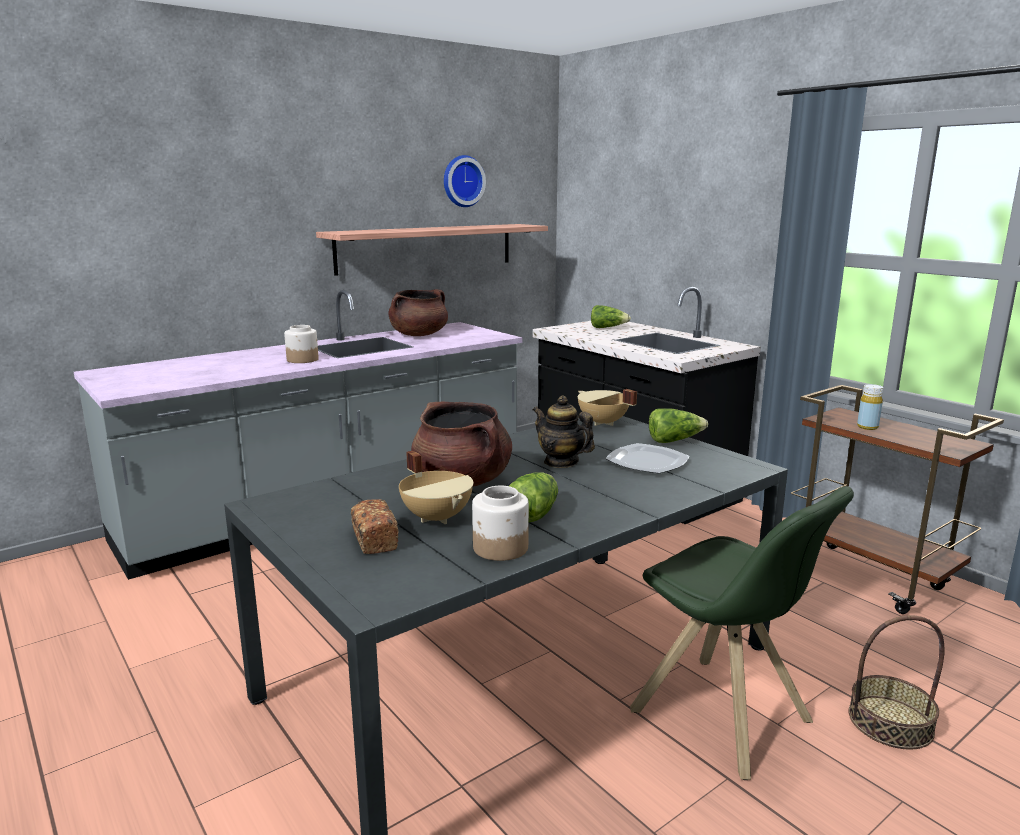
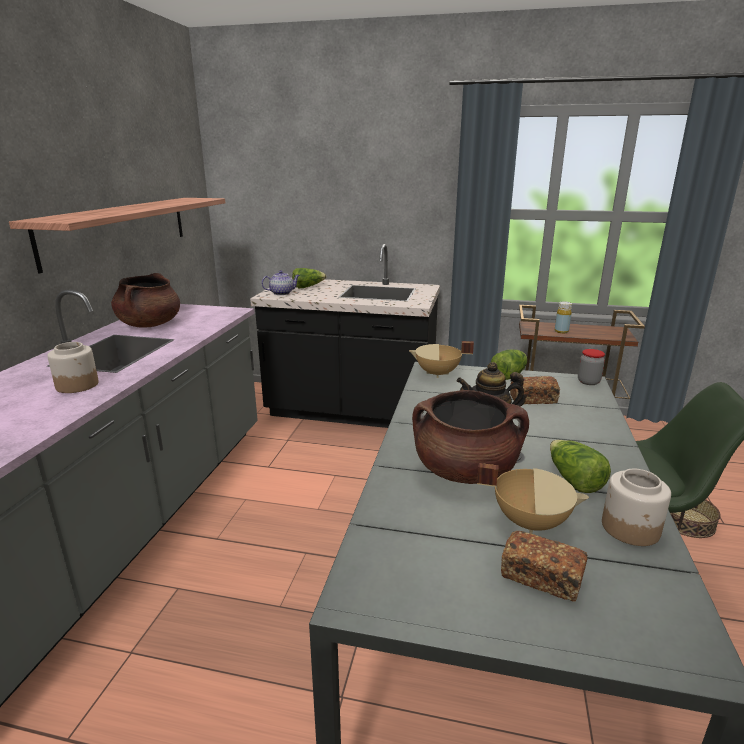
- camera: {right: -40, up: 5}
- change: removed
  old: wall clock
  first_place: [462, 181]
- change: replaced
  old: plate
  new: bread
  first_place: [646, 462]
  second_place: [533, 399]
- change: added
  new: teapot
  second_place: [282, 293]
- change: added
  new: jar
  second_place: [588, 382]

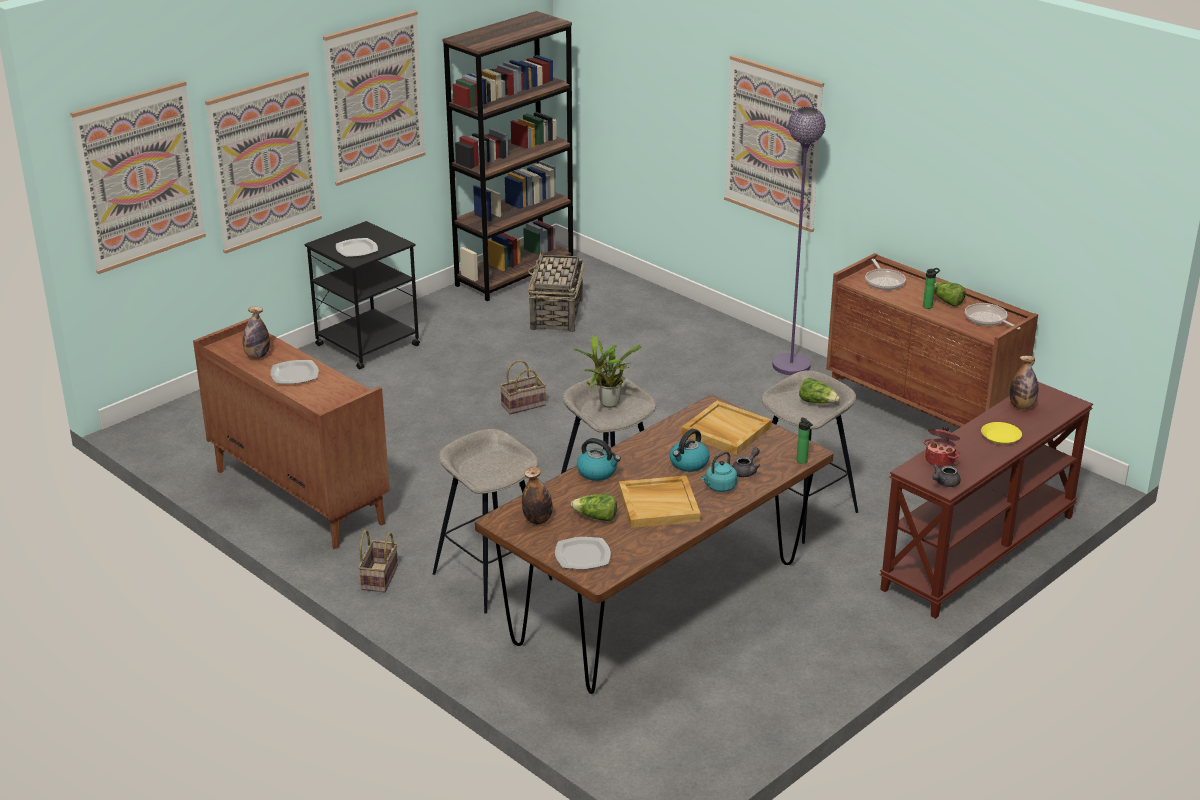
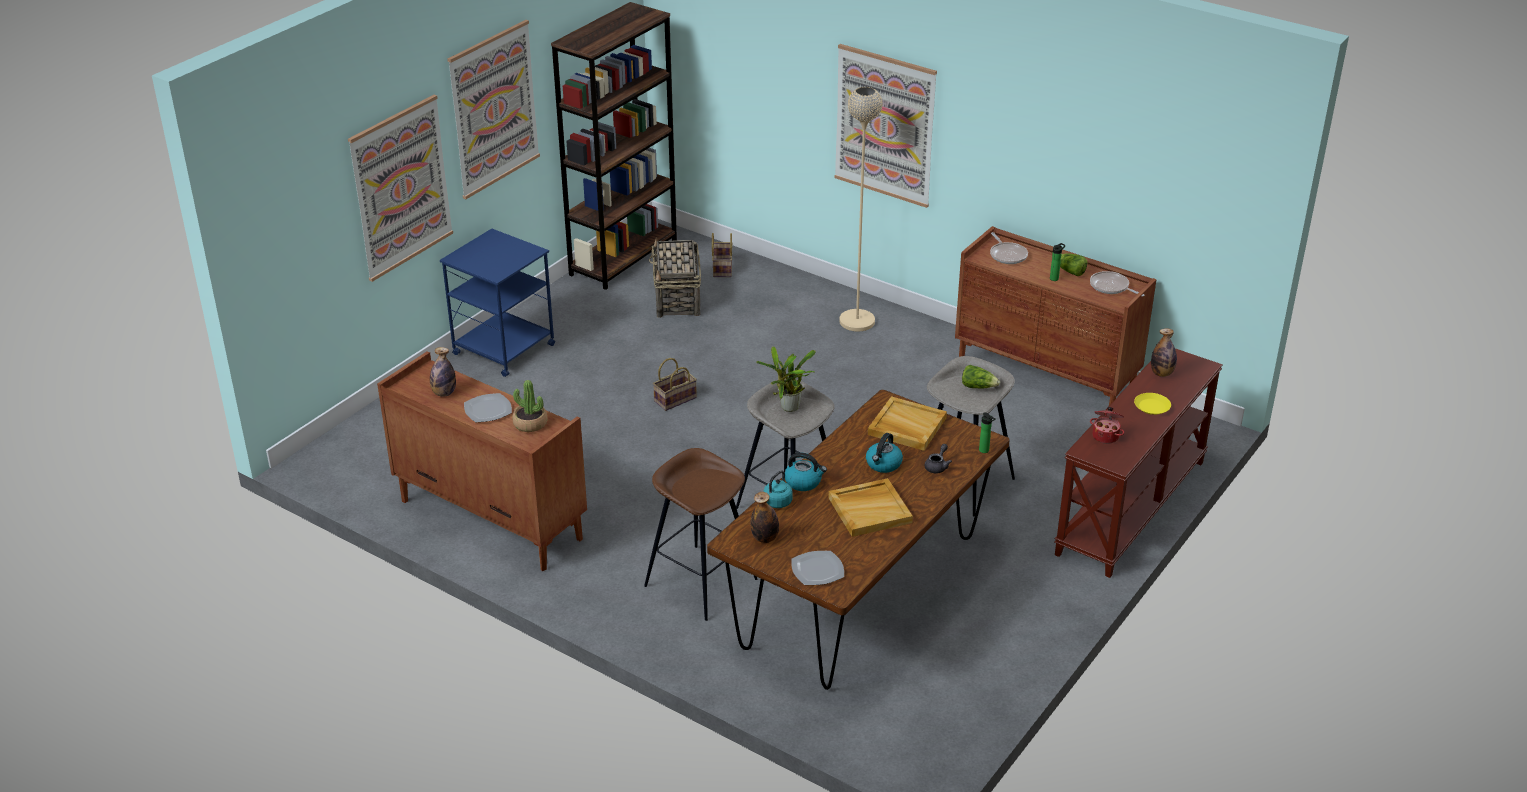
- camera: {right: -10, up: 5}
- change: removed
  old: picture
  first_place: [139, 176]
- change: recoloured
  old: black cart
  new: blue cart
  first_place: [368, 344]
  second_place: [504, 348]
- change: removed
  old: plate
  first_place: [357, 249]
- change: moved
  old: basket
  first_place: [379, 577]
  second_place: [721, 268]
- change: recoloured
  old: grey stool
  new: brown stool
  first_place: [492, 576]
  second_place: [701, 582]
- change: removed
  old: lettuce
  first_place: [596, 517]
- change: moved
  old: turquoise kettle
  first_place: [719, 487]
  second_place: [776, 503]
- change: removed
  old: purple floor lamp
  first_place: [791, 366]
- change: removed
  old: grey teapot
  first_place: [944, 483]
- change: added
  new: potted plant
  second_place: [530, 423]
- change: added
  new: beige floor lamp
  second_place: [857, 321]

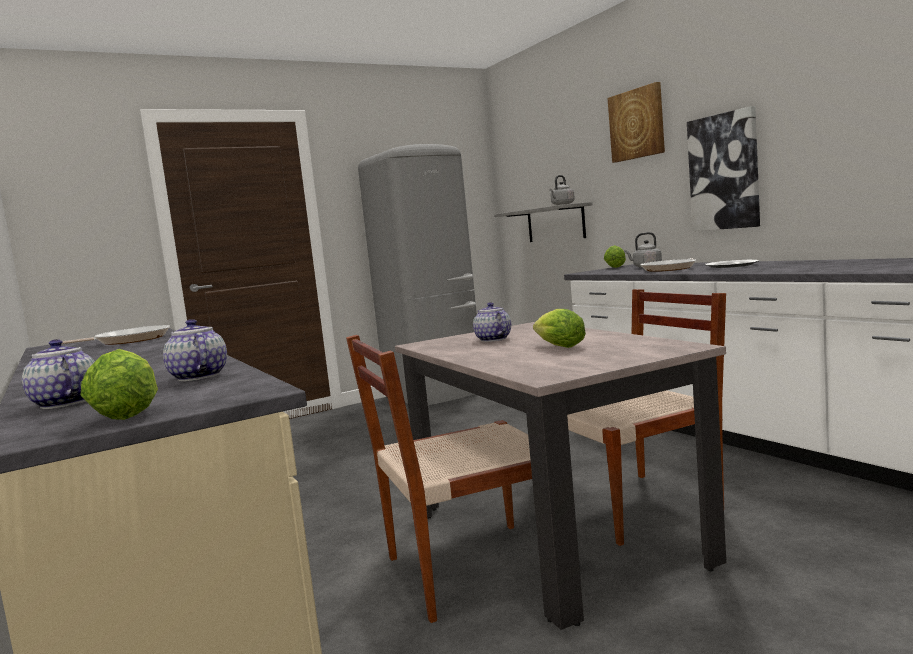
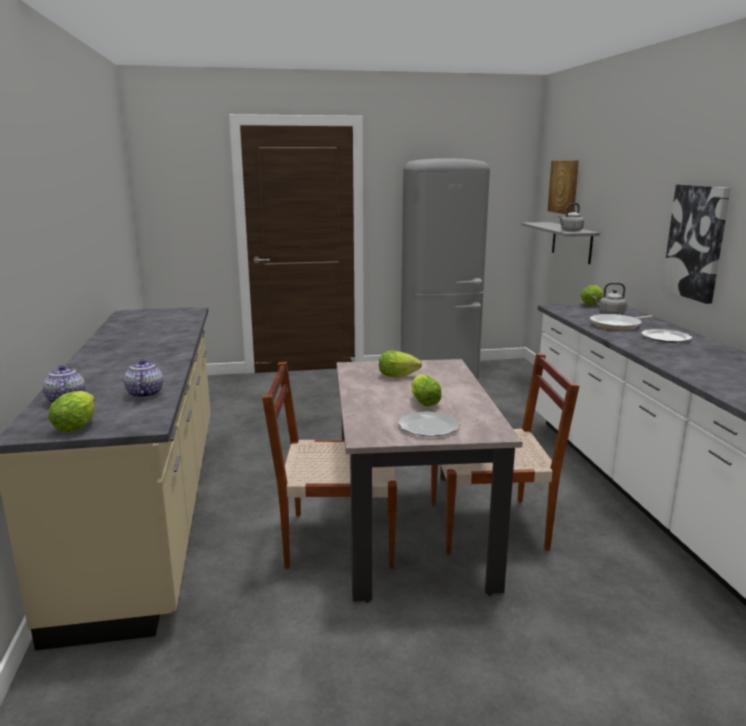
- camera: {right: 20, up: 10}
- change: removed
  old: frying pan
  first_place: [128, 340]
- change: replaced
  old: teapot
  new: lettuce
  first_place: [492, 339]
  second_place: [400, 376]
- change: moved
  old: picture
  first_place: [637, 124]
  second_place: [564, 186]
- change: added
  new: plate
  second_place: [428, 426]

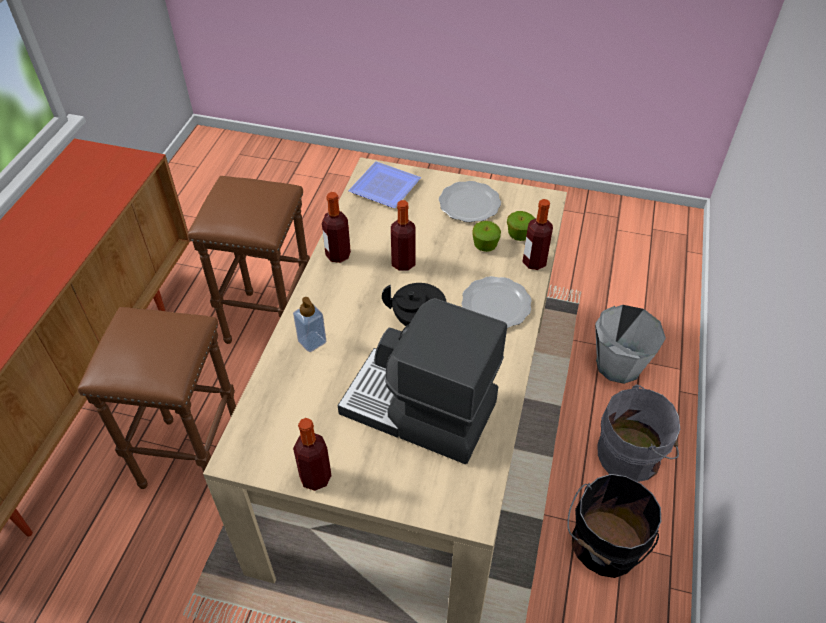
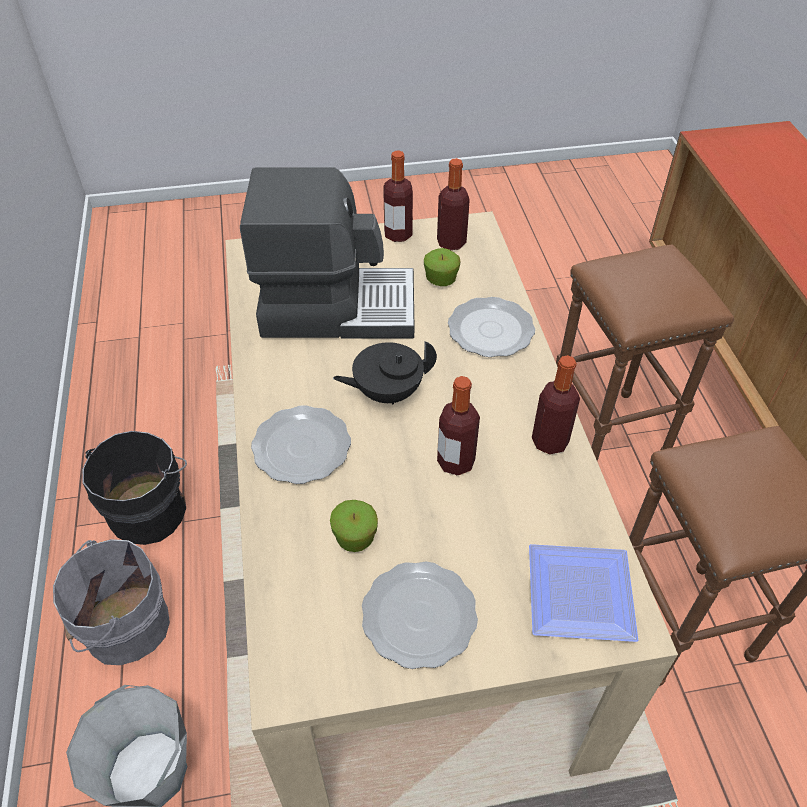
- camera: {right: 155, up: 0}
- change: replaced
  old: soap dispenser
  new: plate
  first_place: [312, 341]
  second_place: [491, 331]
- change: moved
  old: apple
  first_place: [519, 235]
  second_place: [441, 280]
- change: moved
  old: bottle
  first_place: [534, 262]
  second_place: [451, 242]

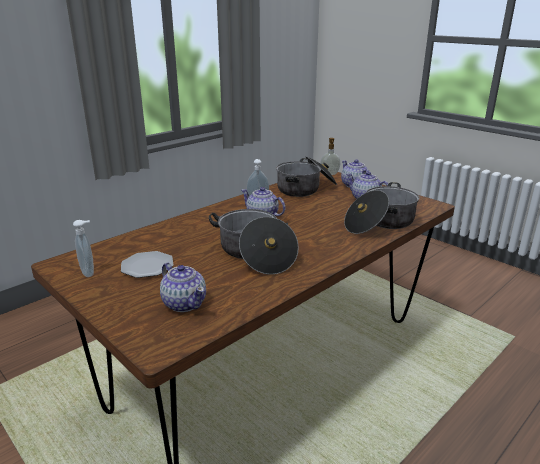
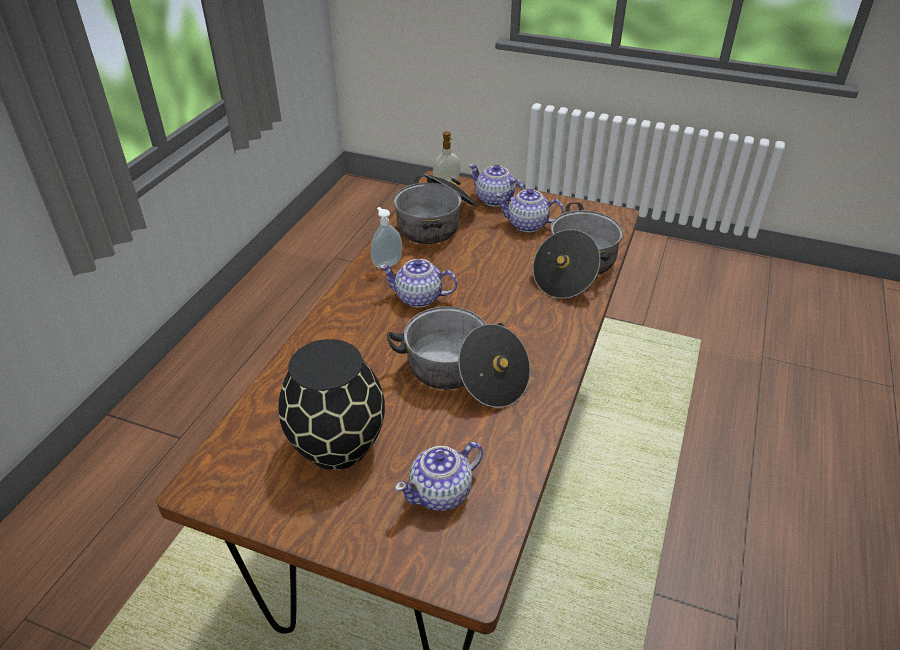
- camera: {right: -25, up: 15}
- change: removed
  old: soap dispenser
  first_place: [89, 272]
- change: replaced
  old: plate
  new: black vase
  first_place: [147, 266]
  second_place: [337, 445]
- change: turned
  old: teapot
  first_place: [184, 303]
  second_place: [441, 493]
  degrees: 120

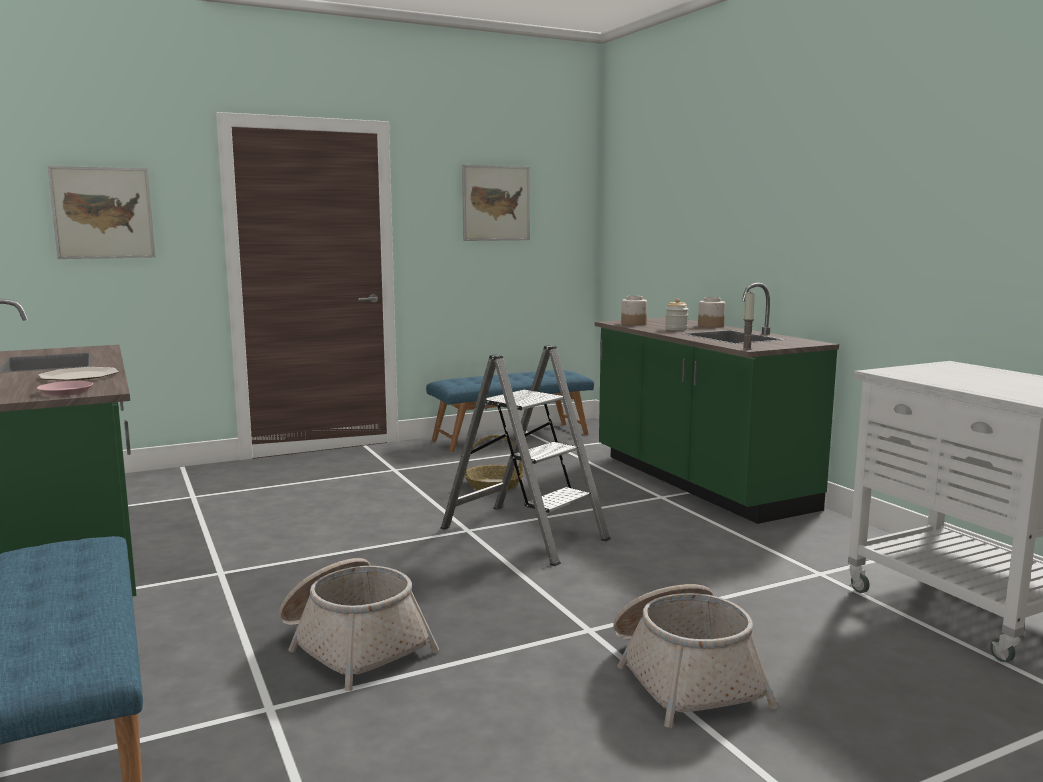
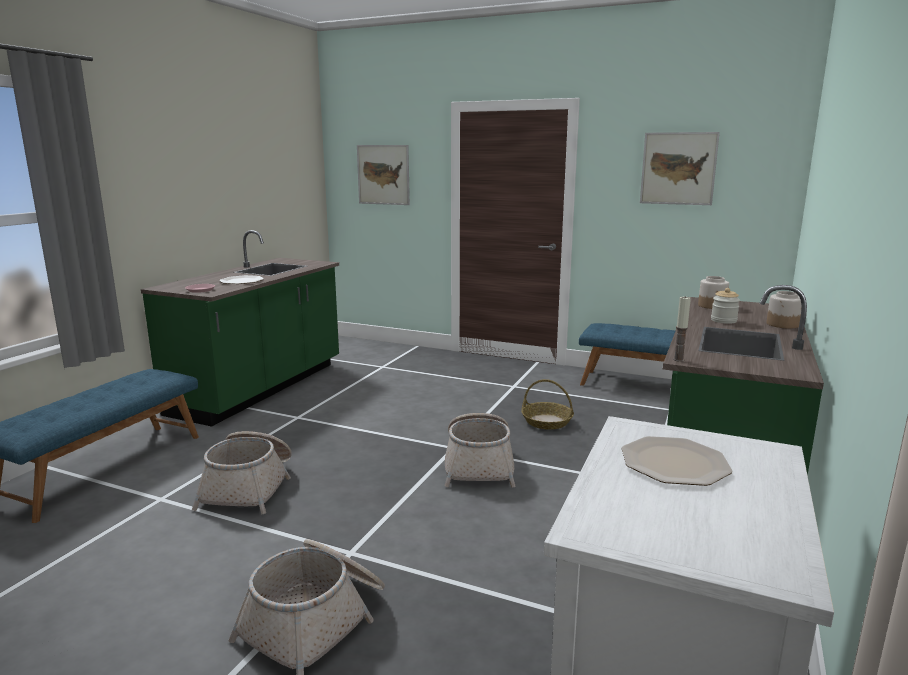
- camera: {right: 50, up: 5}
- change: replaced
  old: grey step ladder
  new: basket
  first_place: [522, 532]
  second_place: [479, 465]
- change: added
  new: plate
  second_place: [674, 463]

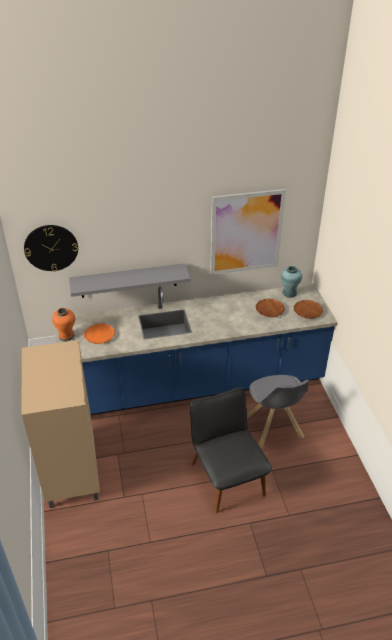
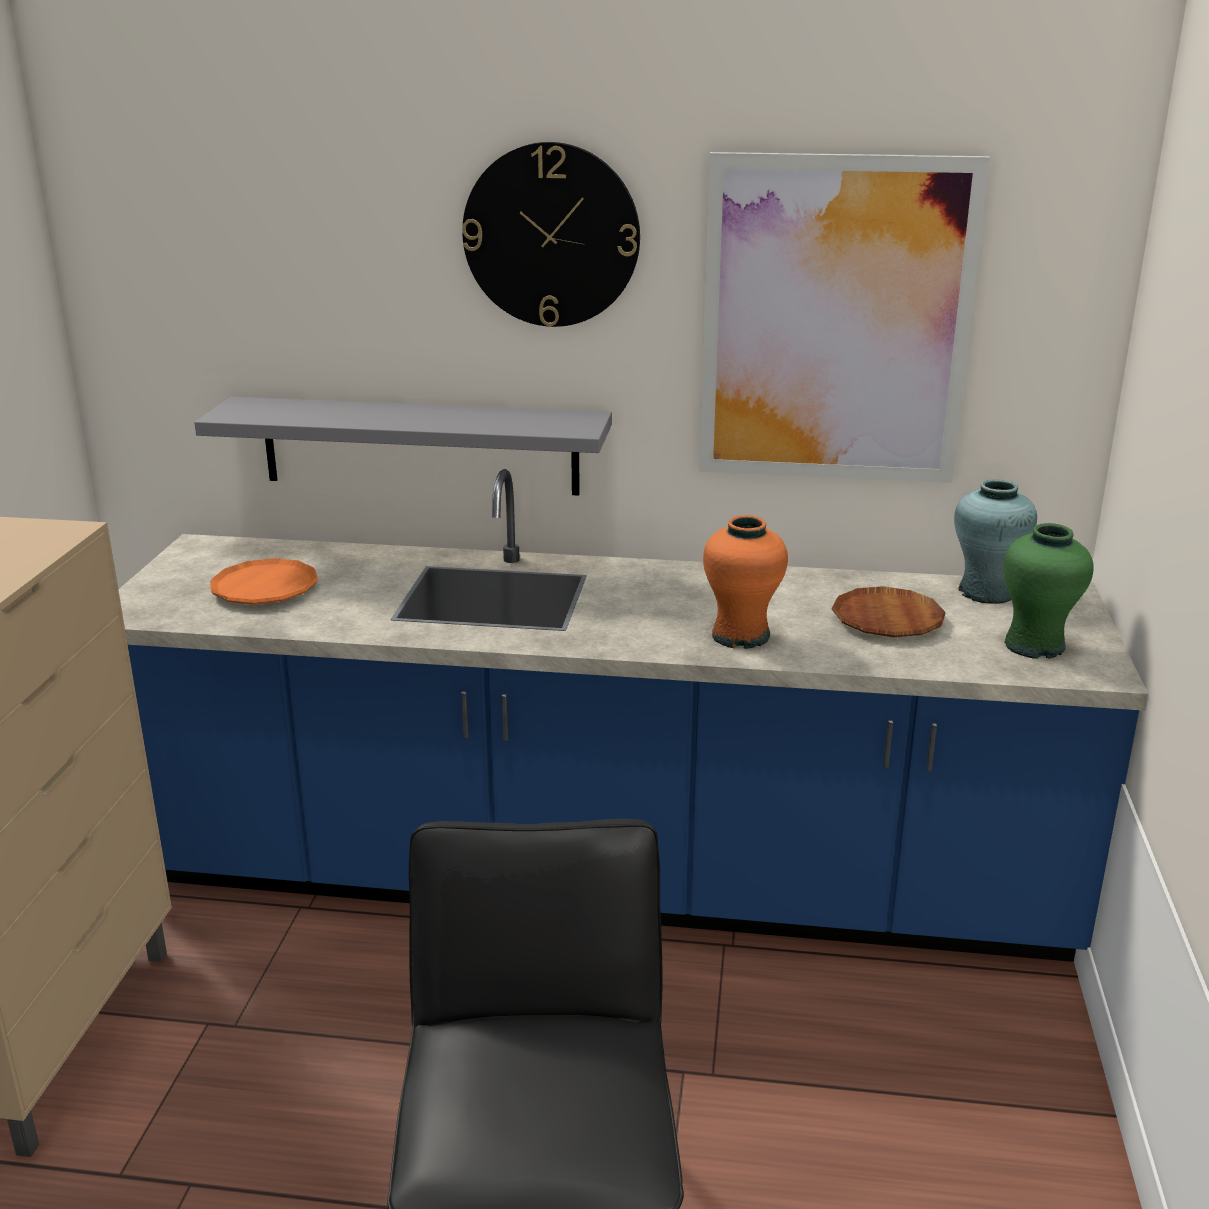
- camera: {right: 20, up: -15}
- change: moved
  old: wall clock
  first_place: [51, 247]
  second_place: [551, 235]
- change: moved
  old: orange vase
  first_place: [66, 336]
  second_place: [741, 636]
- change: removed
  old: grey chair
  first_place: [274, 428]
- change: replaced
  old: brown plate
  new: green vase
  first_place: [307, 311]
  second_place: [1035, 645]

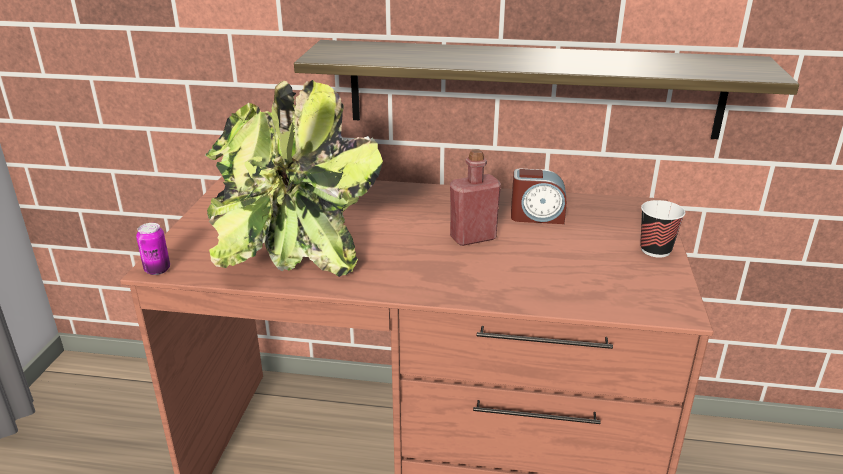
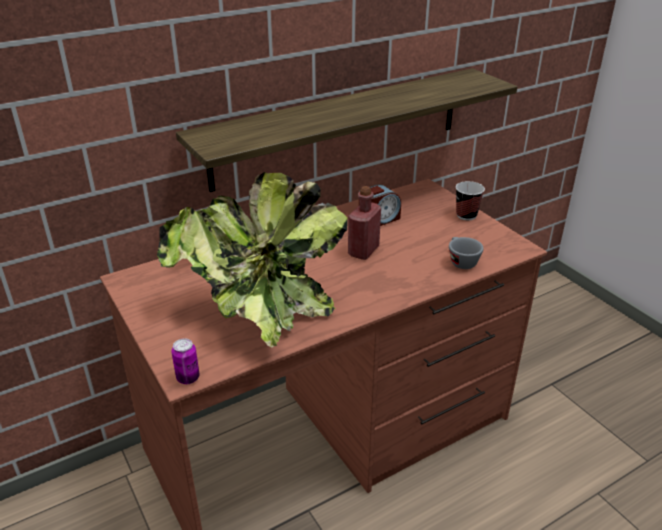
- camera: {right: -40, up: 5}
- change: added
  new: grey cup
  second_place: [461, 261]

